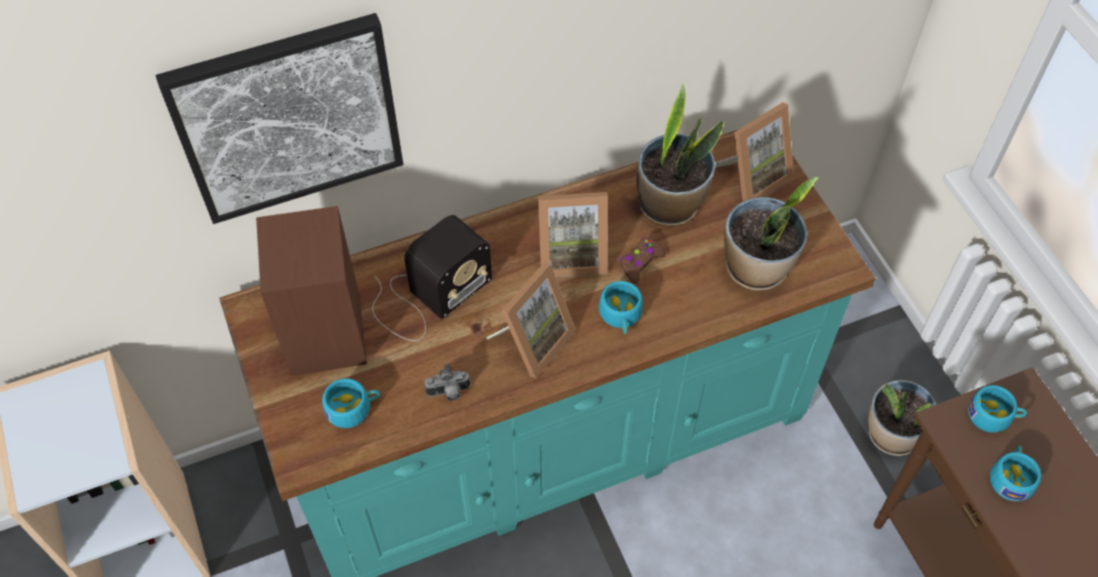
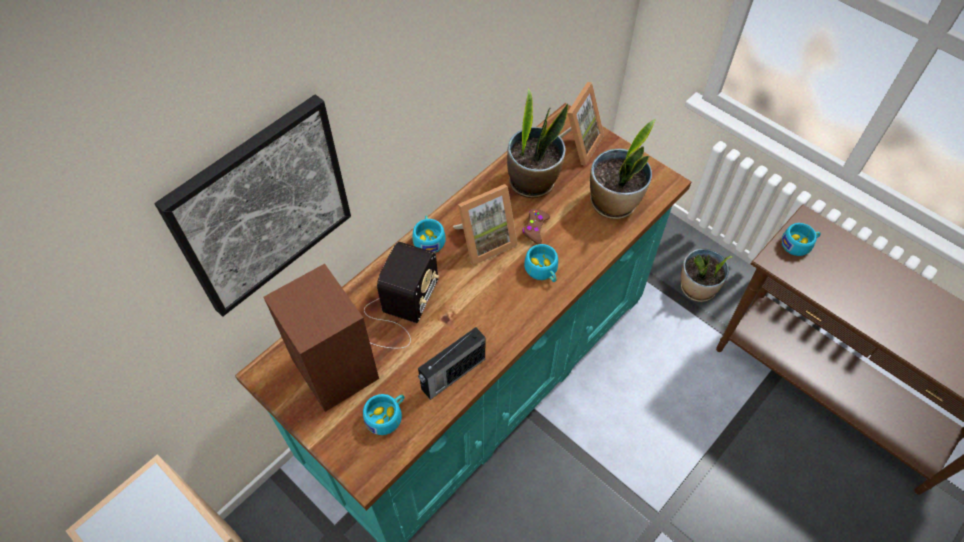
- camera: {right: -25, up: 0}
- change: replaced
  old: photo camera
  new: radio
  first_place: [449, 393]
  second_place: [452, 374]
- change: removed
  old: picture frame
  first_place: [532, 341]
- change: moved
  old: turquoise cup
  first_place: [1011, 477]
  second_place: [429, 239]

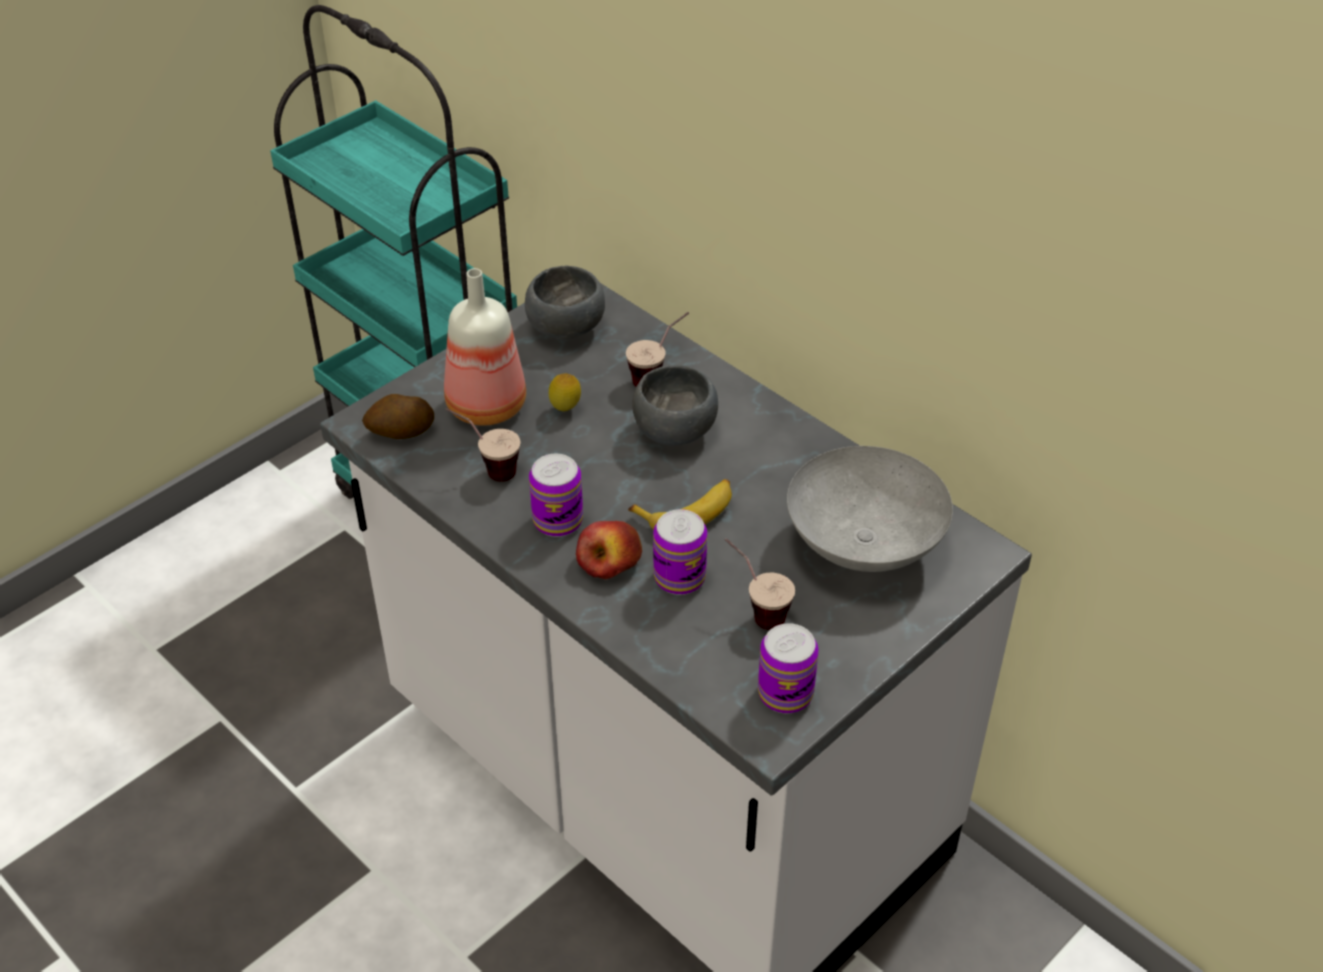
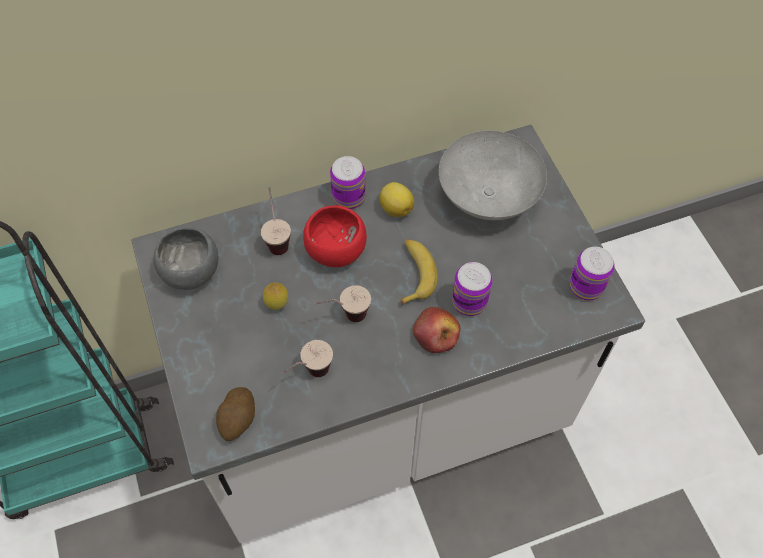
- camera: {right: -65, up: 15}
- change: removed
  old: bottle
  first_place: [484, 407]
- change: moved
  old: can
  first_place: [557, 521]
  second_place: [348, 197]
- change: recoloured
  old: grey bowl
  new: red bowl
  first_place: [676, 429]
  second_place: [335, 248]
- change: moved
  old: cup
  first_place: [755, 610]
  second_place: [344, 318]
- change: added
  new: lemon
  second_place: [395, 208]

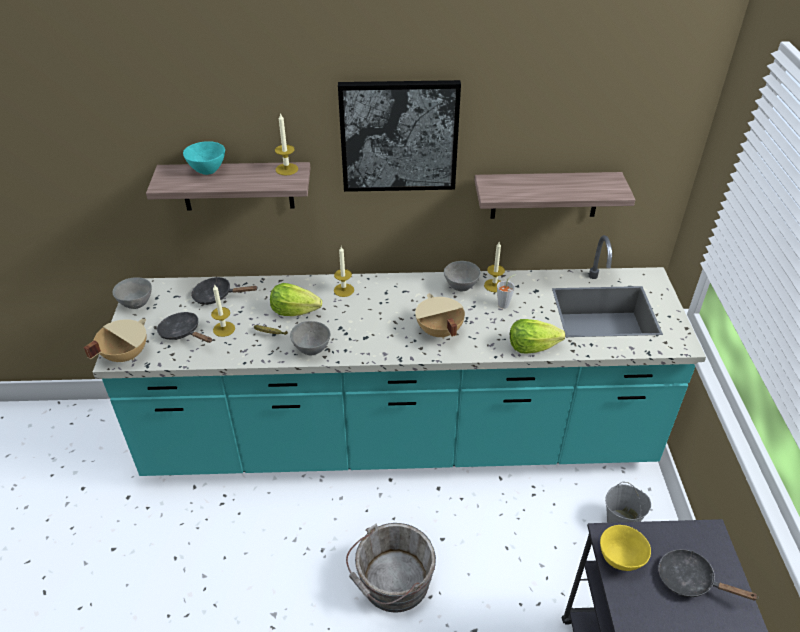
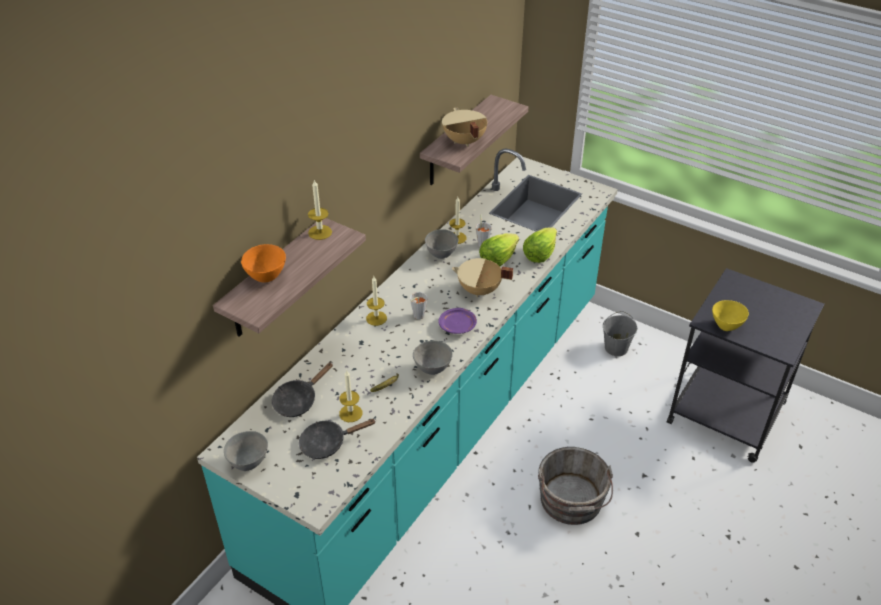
- camera: {right: -55, up: 0}
- change: moved
  old: beige cooking pot
  first_place: [125, 355]
  second_place: [463, 141]
- change: recoloured
  old: turquoise bowl
  new: orange bowl
  first_place: [207, 171]
  second_place: [266, 277]
- change: moved
  old: lettuce
  first_place: [294, 311]
  second_place: [497, 259]
- change: removed
  old: picture
  first_place: [399, 136]
- change: removed
  old: black frying pan
  first_place: [690, 580]
- change: added
  new: grey cup
  second_place: [417, 317]
- change: added
  new: purple plate
  second_place: [458, 326]

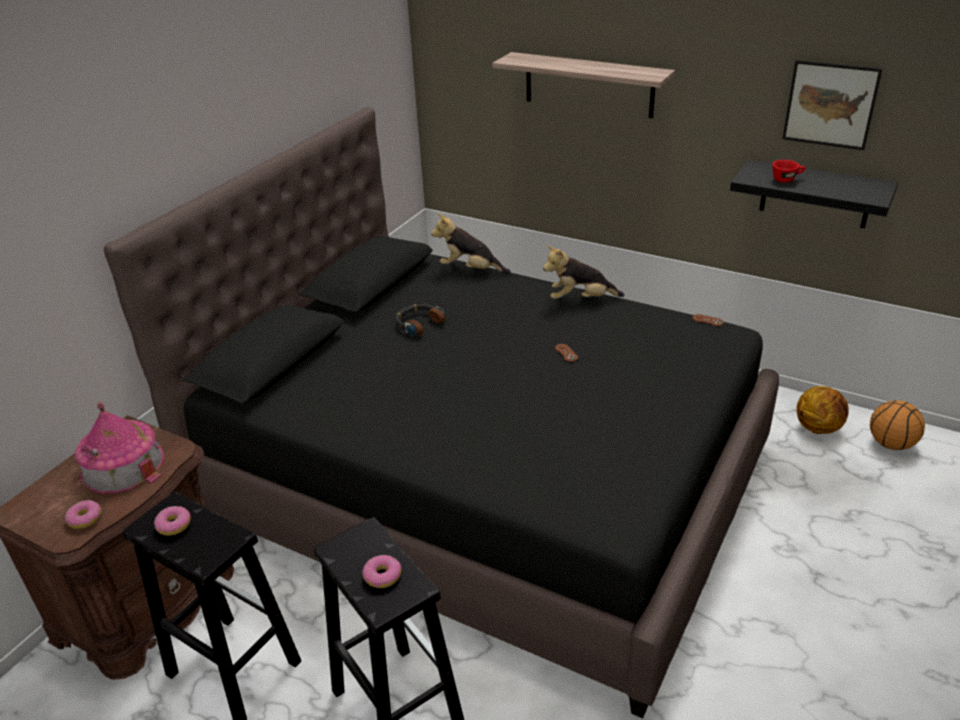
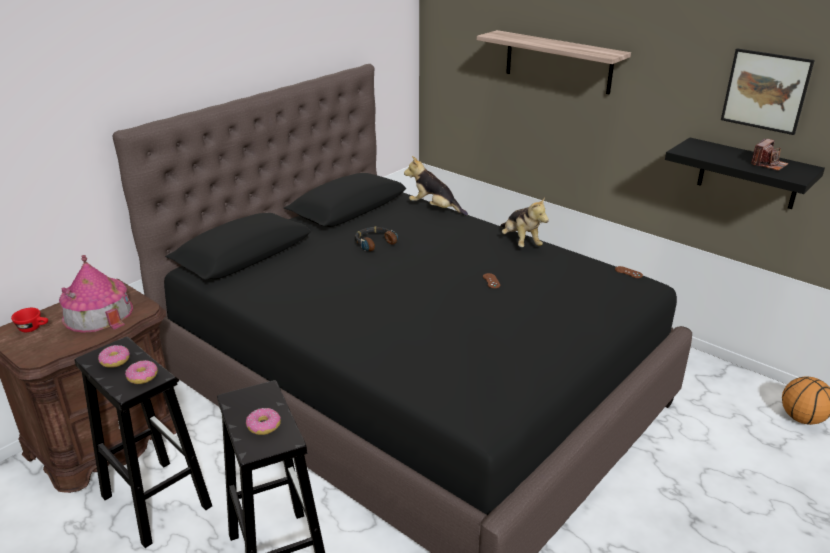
- camera: {right: 10, up: -5}
- change: moved
  old: donut
  first_place: [85, 519]
  second_place: [142, 377]
- change: turned
  old: plush toy
  first_place: [580, 299]
  second_place: [520, 242]
  degrees: -120
- change: moved
  old: red cup
  first_place: [786, 179]
  second_place: [34, 328]
- change: removed
  old: basketball
  first_place: [818, 428]
- change: added
  new: photo camera
  second_place: [768, 164]

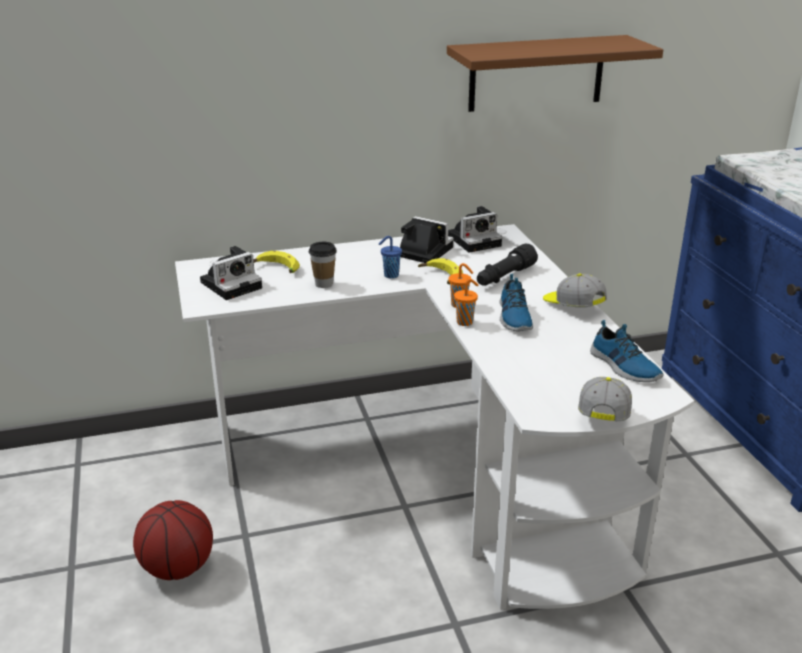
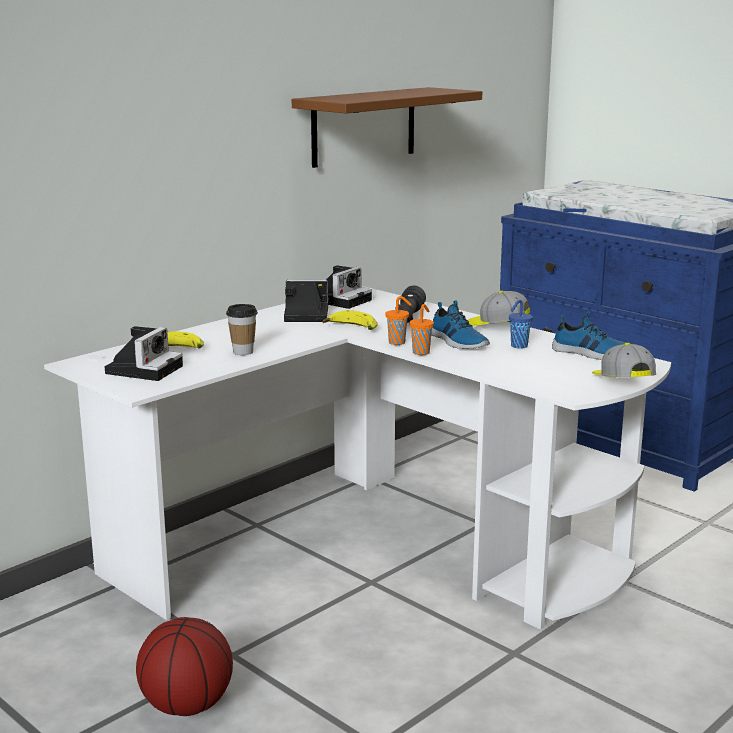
- camera: {right: -30, up: -10}
- change: moved
  old: blue cup
  first_place: [390, 275]
  second_place: [518, 346]

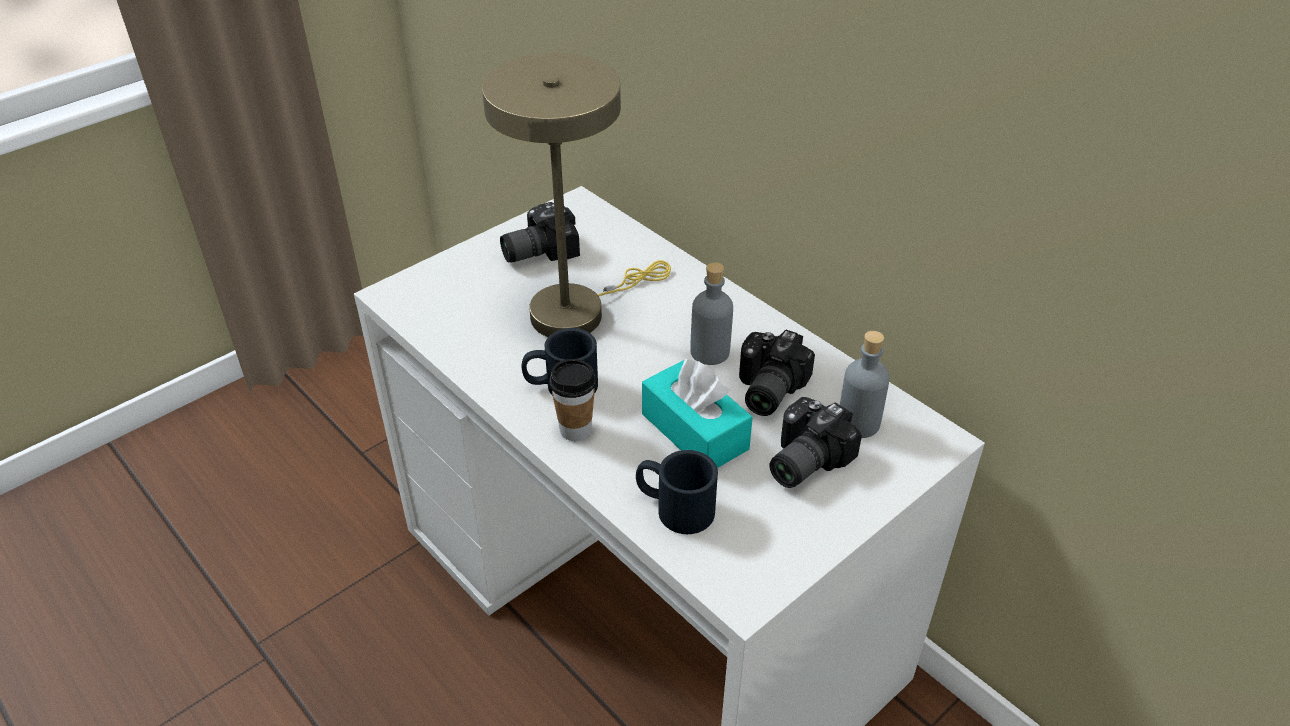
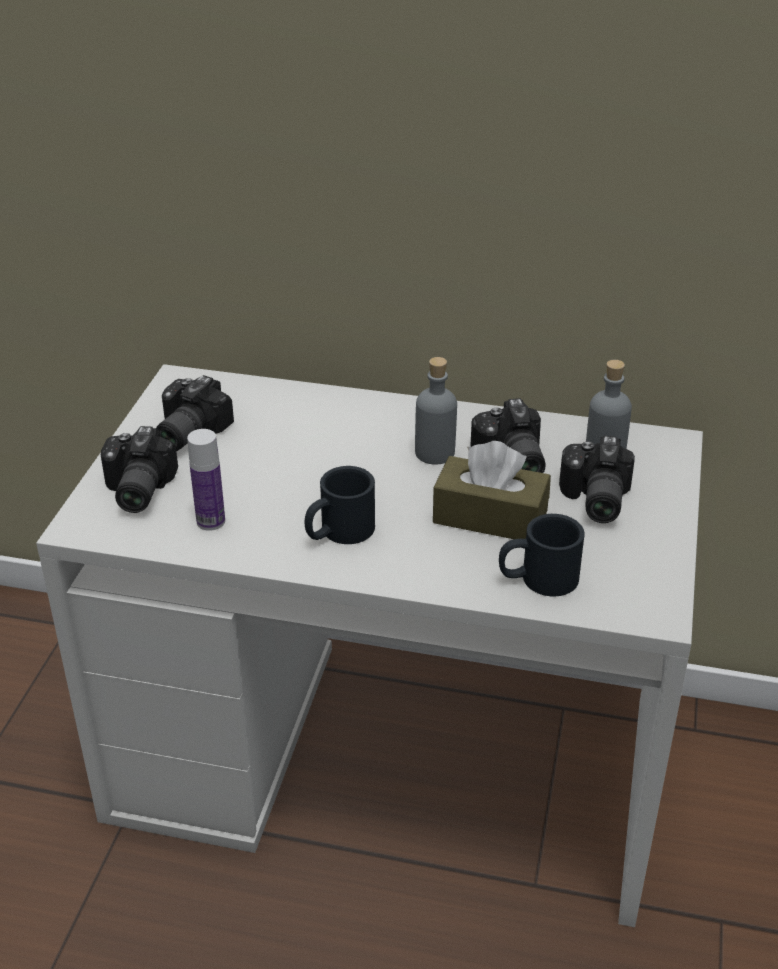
- camera: {right: -35, up: -5}
- change: removed
  old: beige table lamp
  first_place: [577, 310]
- change: removed
  old: cup
  first_place: [575, 430]
- change: recoloured
  old: turquoise tissue box
  new: brown tissue box
  first_place: [694, 431]
  second_place: [490, 517]
- change: added
  new: photo camera
  second_place: [135, 491]
- change: added
  new: bottle
  second_place: [211, 521]

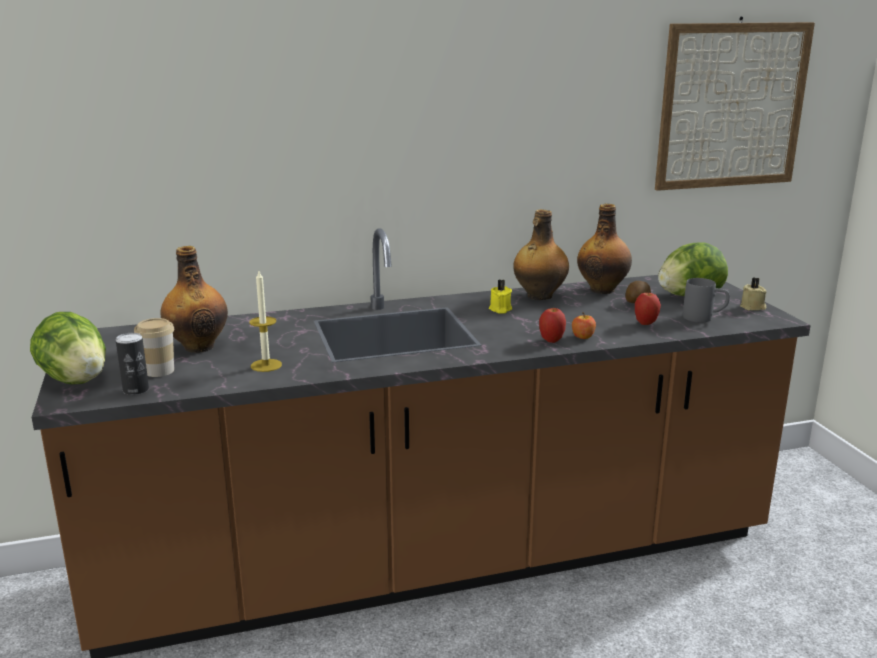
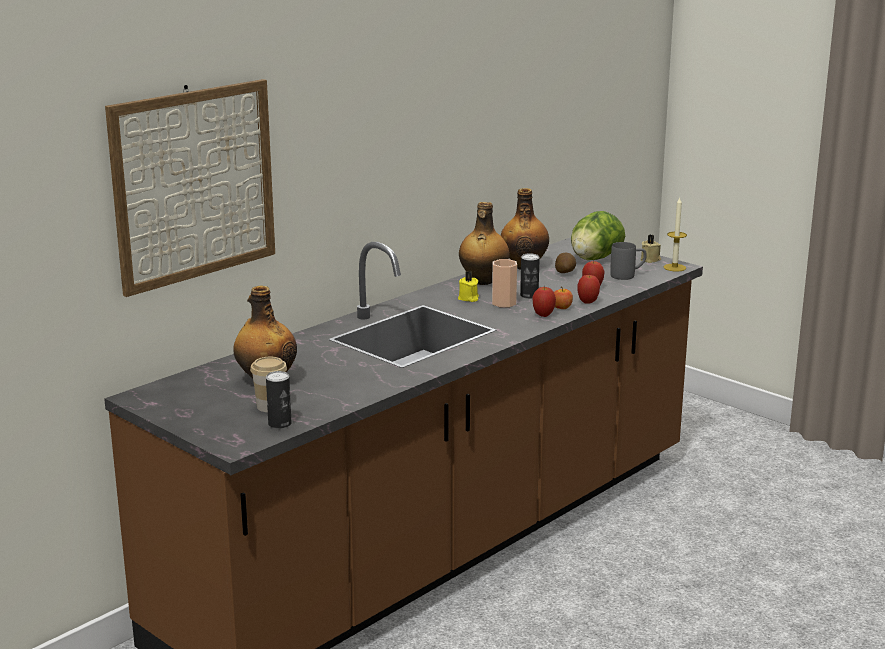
- camera: {right: -30, up: 0}
- change: removed
  old: lettuce
  first_place: [75, 380]
- change: moved
  old: candle
  first_place: [266, 365]
  second_place: [674, 267]
- change: moved
  old: picture
  first_place: [732, 103]
  second_place: [193, 181]
- change: added
  new: cup
  second_place: [504, 303]
- change: added
  new: can
  second_place: [529, 295]
- change: added
  new: apple
  second_place: [587, 302]

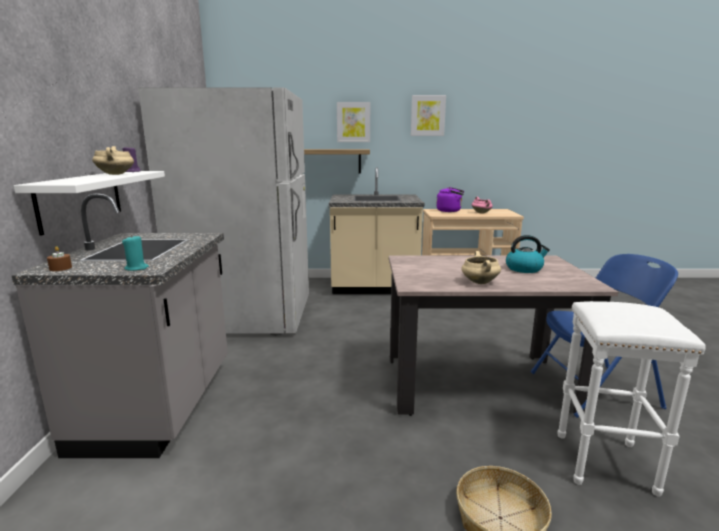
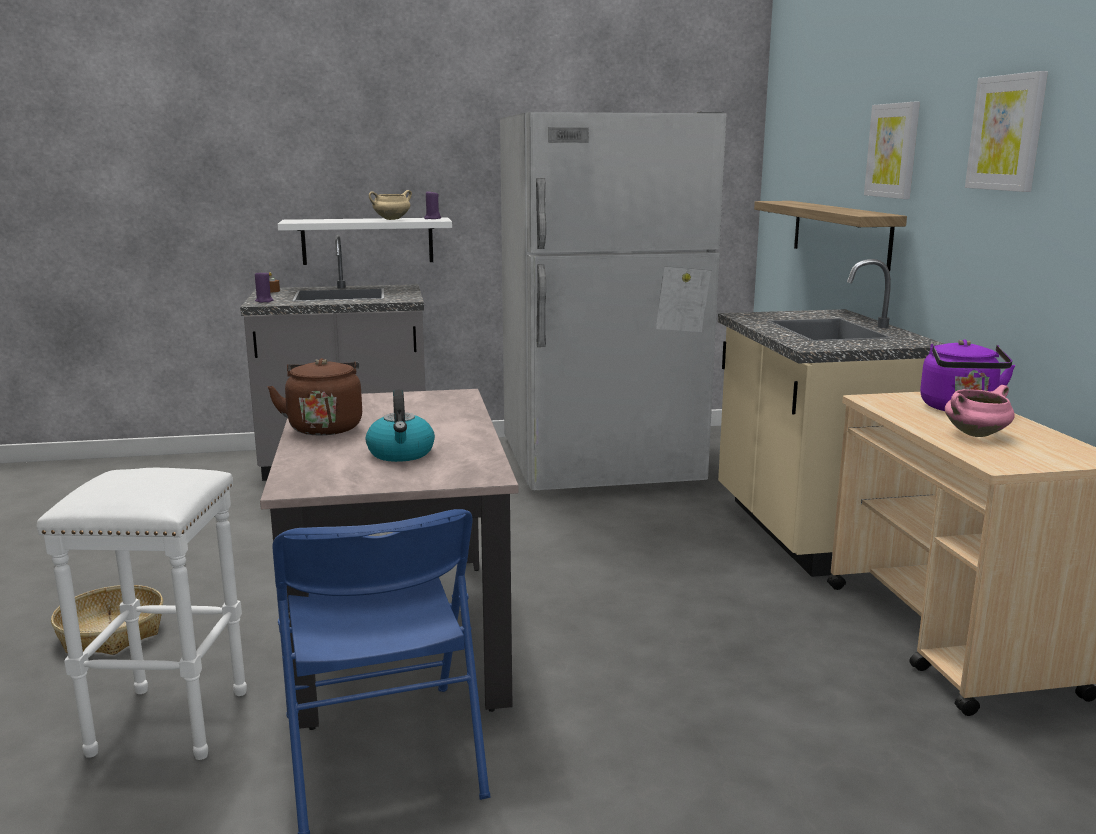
- camera: {right: 80, up: 0}
- change: recoloured
  old: turquoise candle
  new: purple candle
  first_place: [137, 268]
  second_place: [264, 301]
- change: replaced
  old: beige cooking pot
  new: brown kettle
  first_place: [479, 282]
  second_place: [325, 427]

